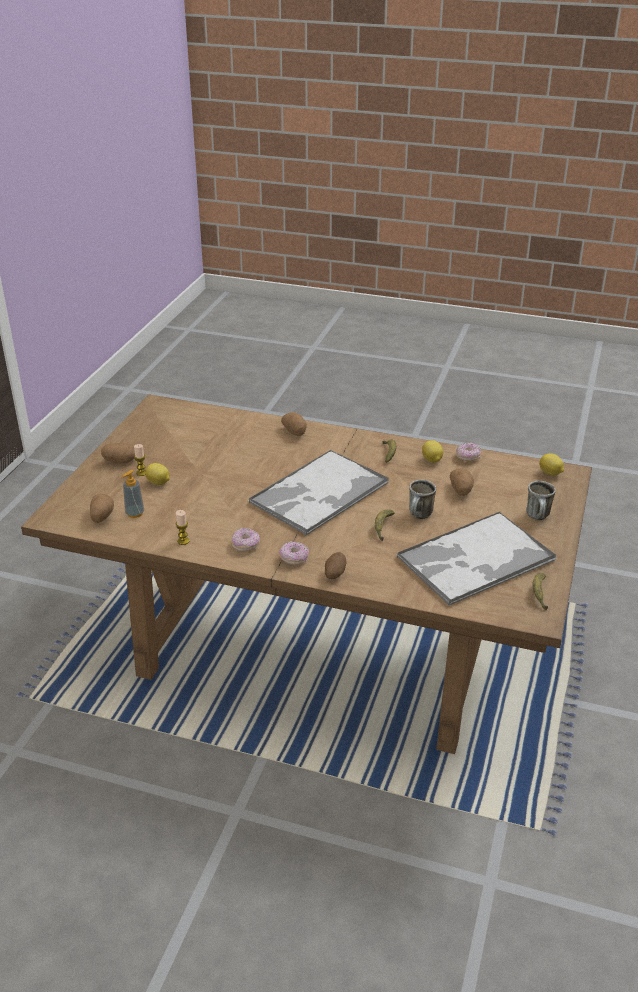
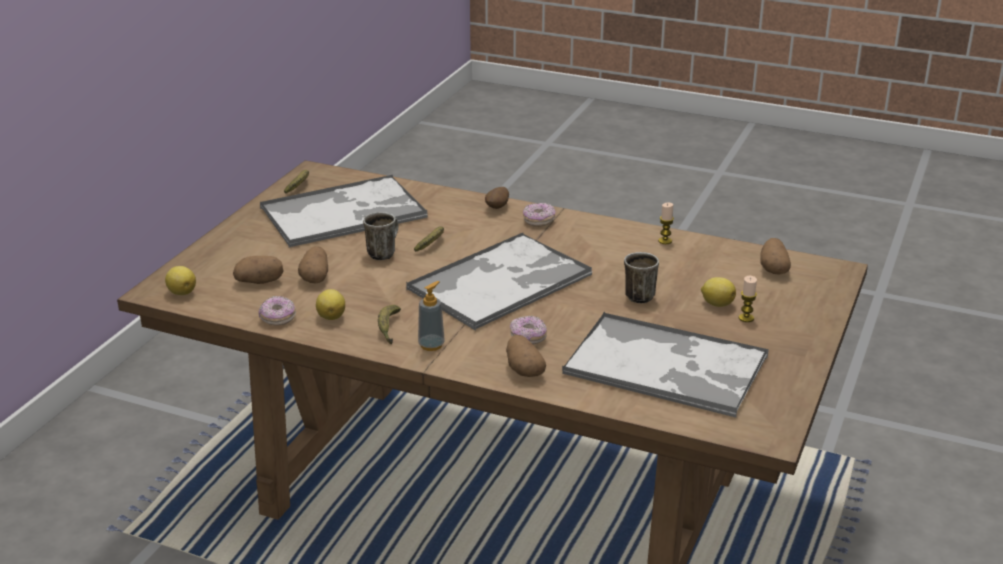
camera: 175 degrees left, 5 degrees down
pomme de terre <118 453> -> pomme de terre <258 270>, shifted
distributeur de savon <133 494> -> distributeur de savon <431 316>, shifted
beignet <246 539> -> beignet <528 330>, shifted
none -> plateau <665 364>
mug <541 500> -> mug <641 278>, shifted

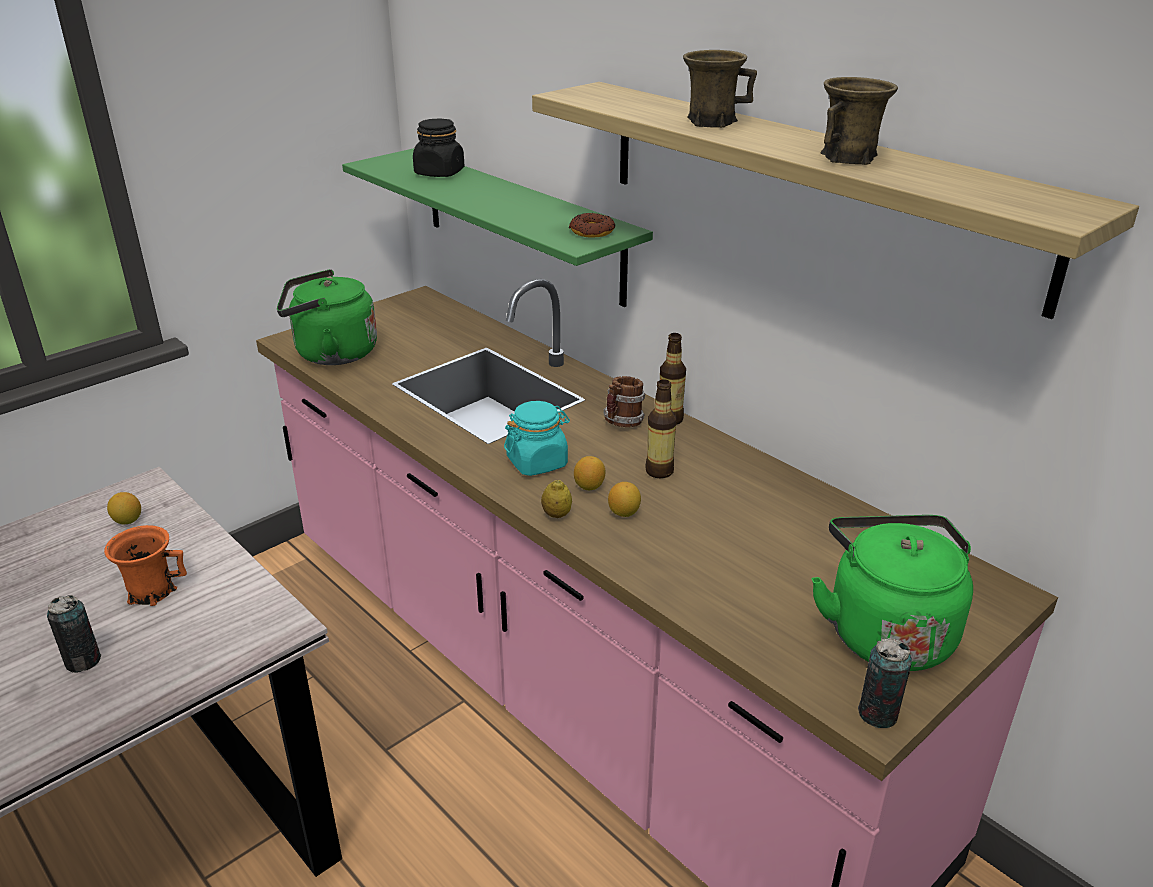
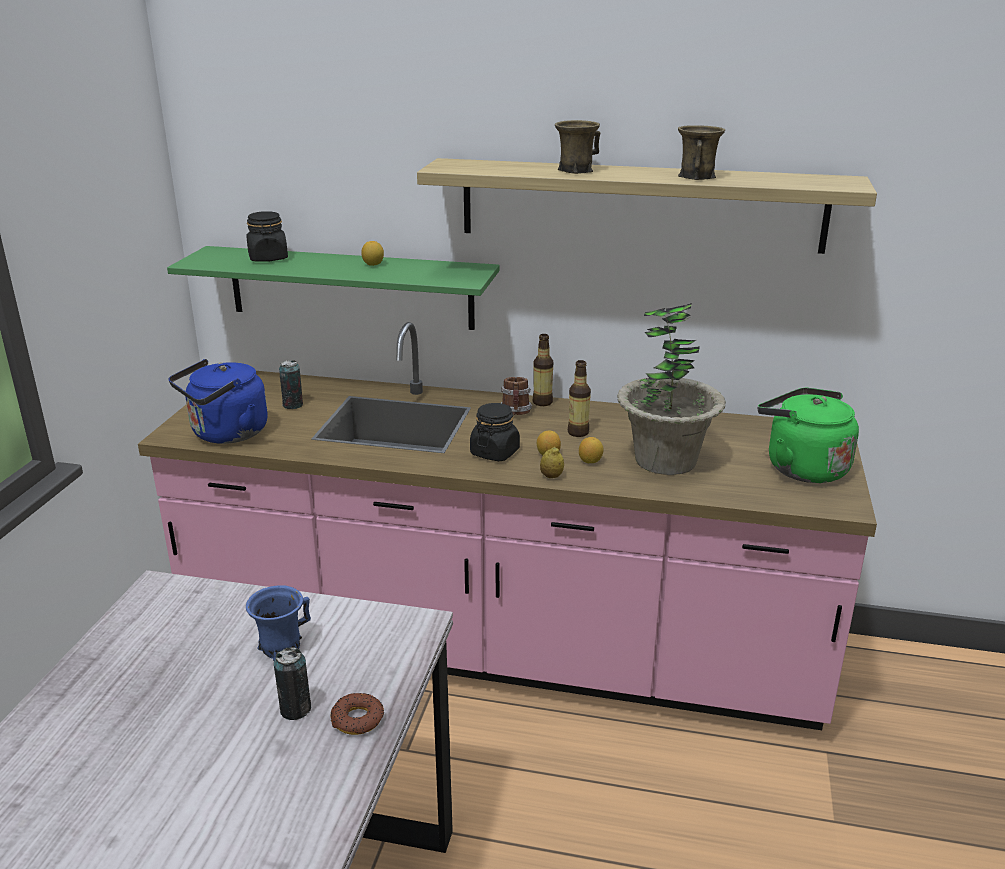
camera: 35 degrees left, 5 degrees down
bouilloire (vert) <327 317> -> bouilloire (bleu) <218 401>
mug (orange) <145 565> -> mug (bleu) <278 623>
boîte métallique <885 683> -> boîte métallique <291 384>, shifted
beignet <592 225> -> beignet <357 714>, shifted
citron <124 508> -> citron <372 253>, shifted
bocal (turquoise) <537 438> -> bocal (noir) <495 432>
none -> plante en pot <671 389>

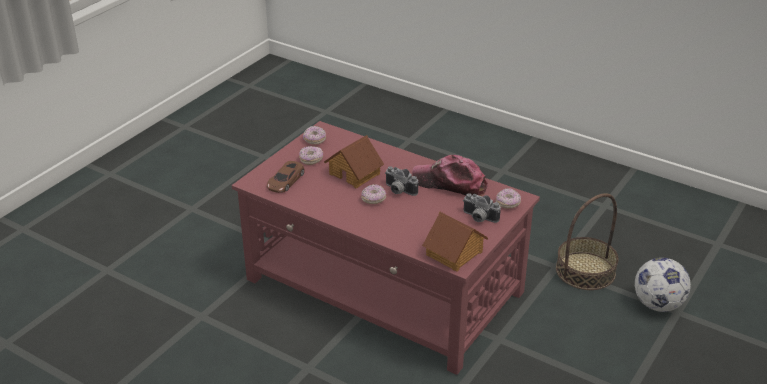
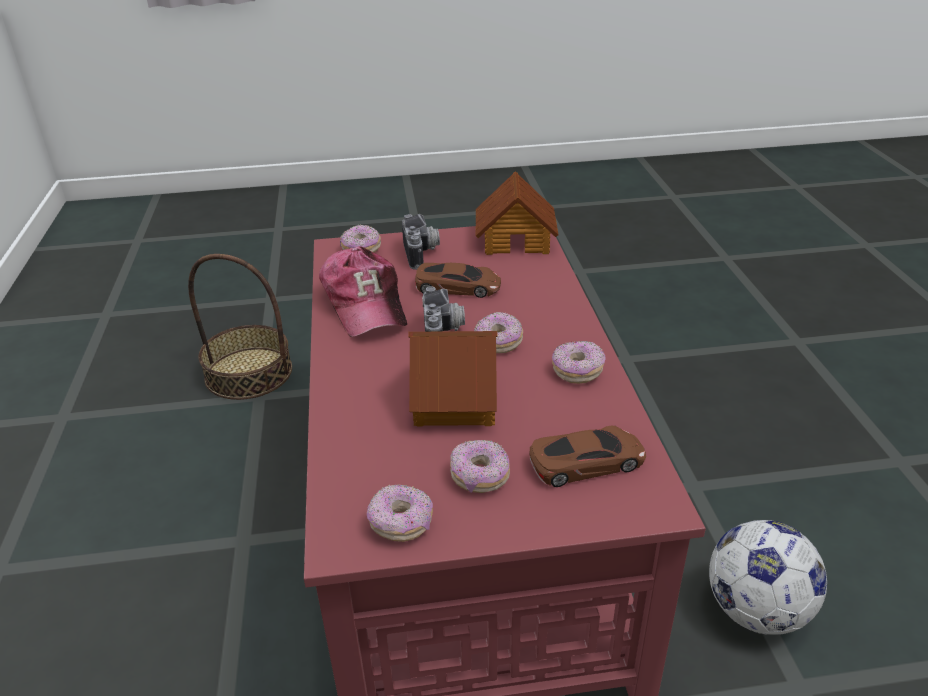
camera: 130 degrees left, 0 degrees up
none -> petite voiture (marron) <458 280>
none -> beignet <579 362>
ballon de foot <663 284> -> ballon de foot <768 577>, shifted

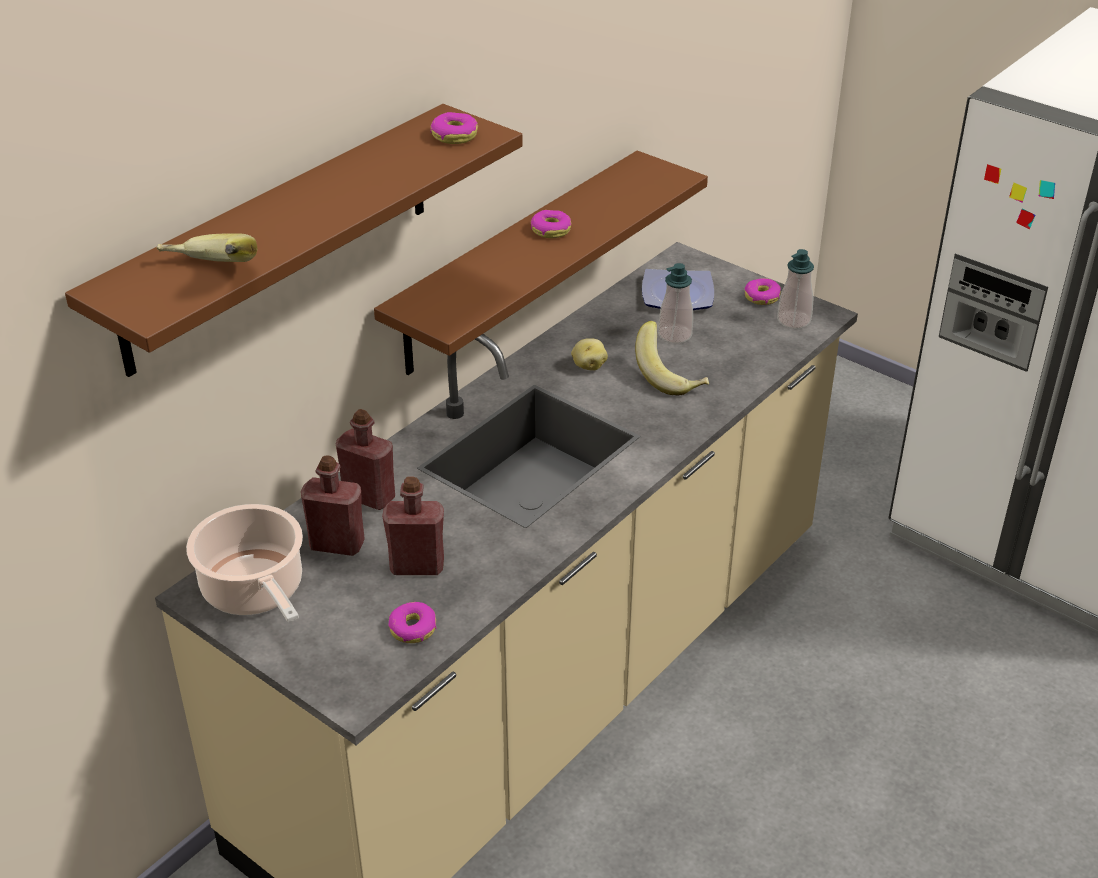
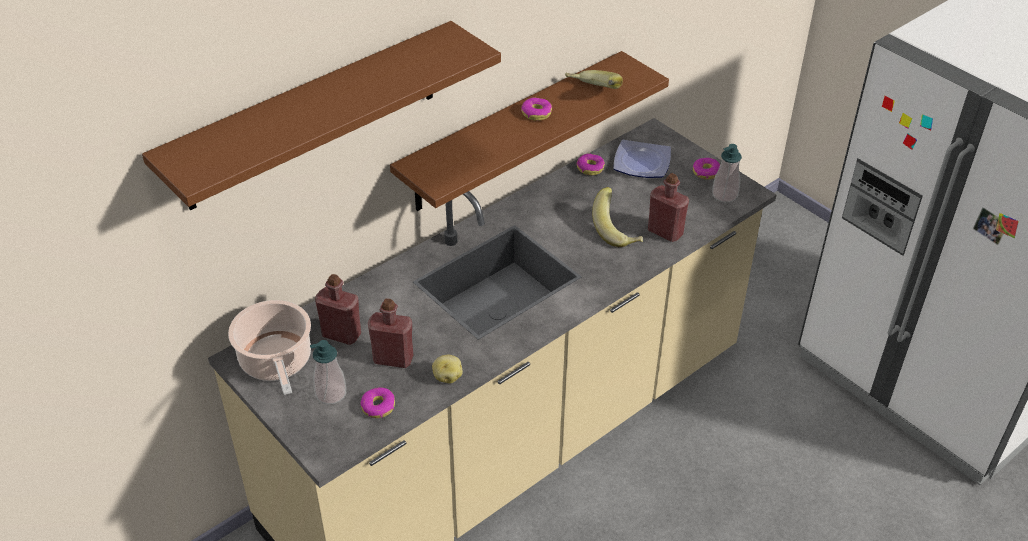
camera: 10 degrees right, 5 degrees up
distributeur de savon <675 303> -> distributeur de savon <328 372>, shifted
pomme de terre <589 354> -> pomme de terre <447 369>, shifted
banane <207 247> -> banane <594 79>, shifted
beignet <454 128> -> beignet <590 164>, shifted
bouteille (rouge) <365 459> -> bouteille (rouge) <668 207>, shifted

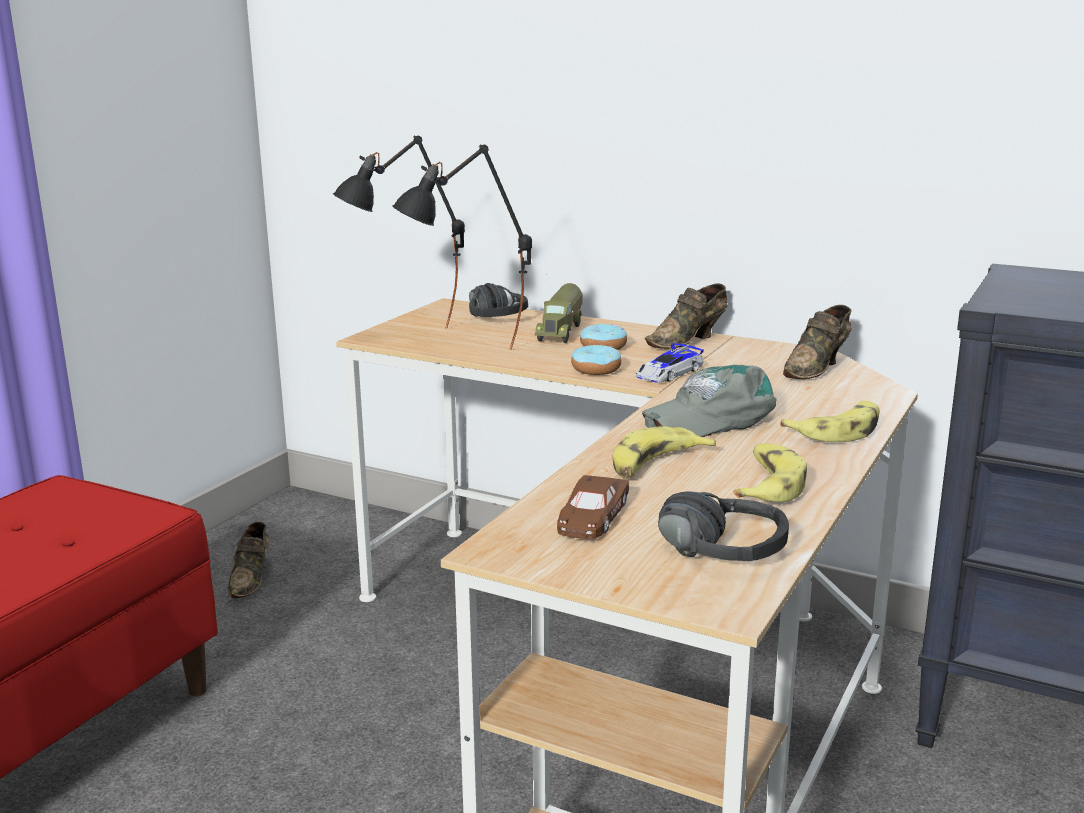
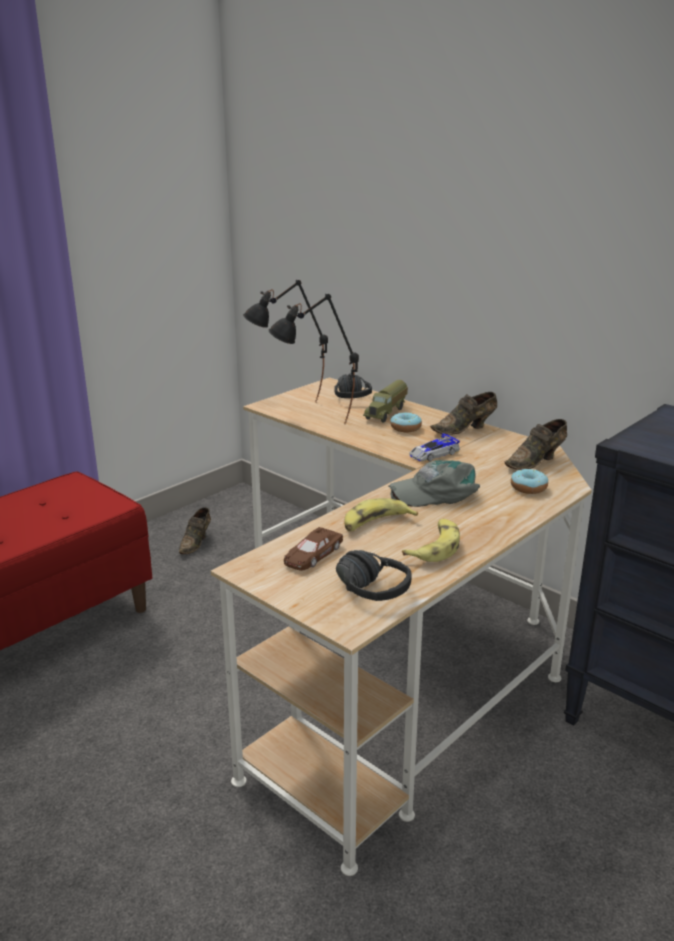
camera: 15 degrees right, 5 degrees up
beignet <596 359> -> beignet <529 481>, shifted
banane <829 421> -> none

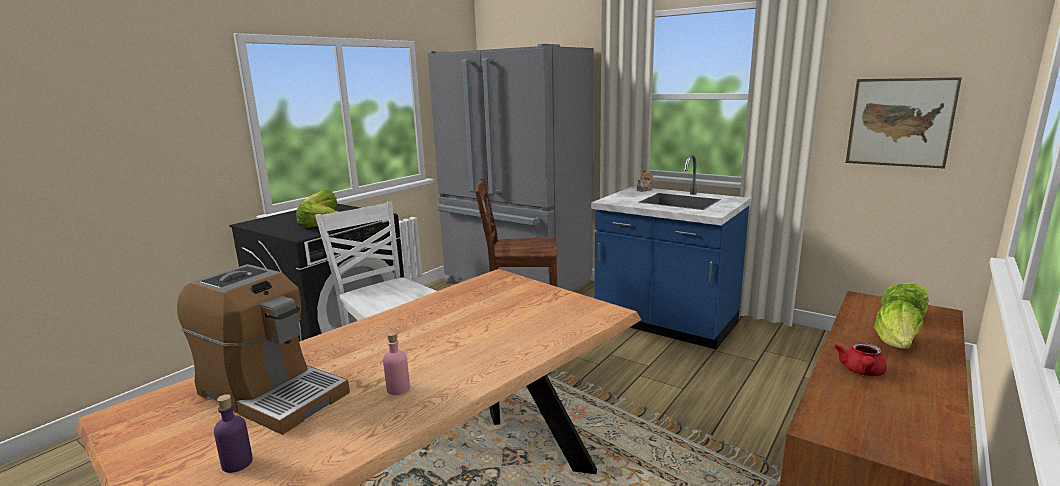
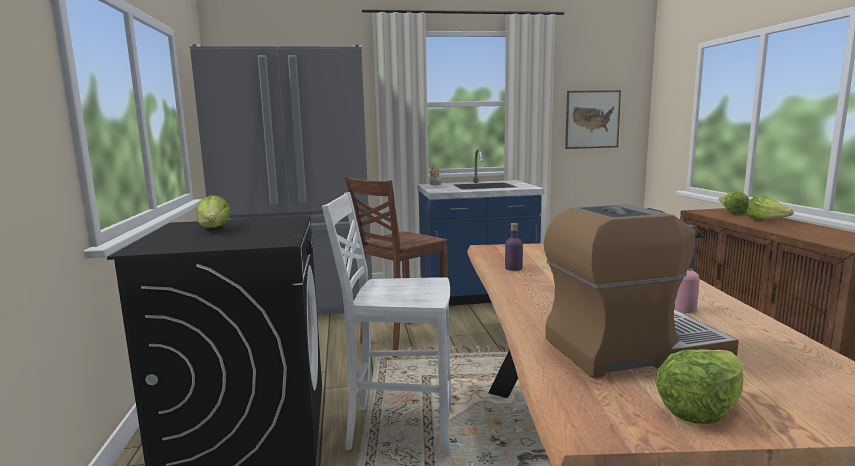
camera: 45 degrees left, 5 degrees down
bouteille (violet) <233 433> -> bouteille (violet) <514 247>, shifted
laitue <317 214> -> laitue <699 386>, shifted
théière (rouge) <860 359> -> none

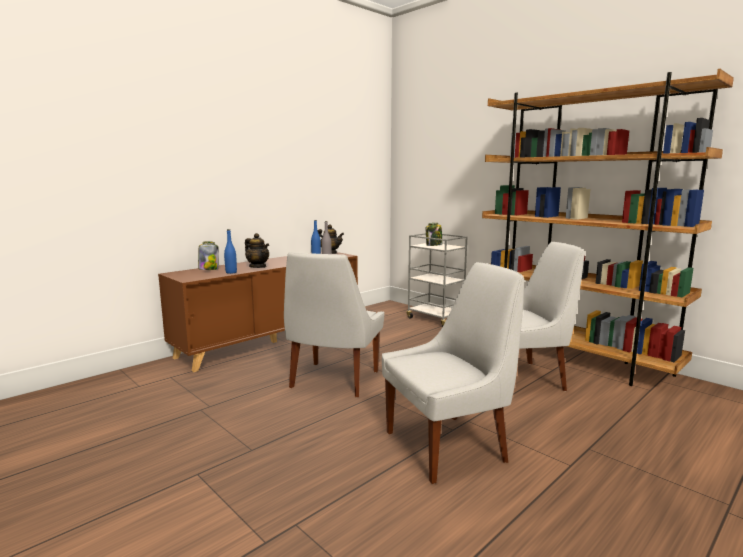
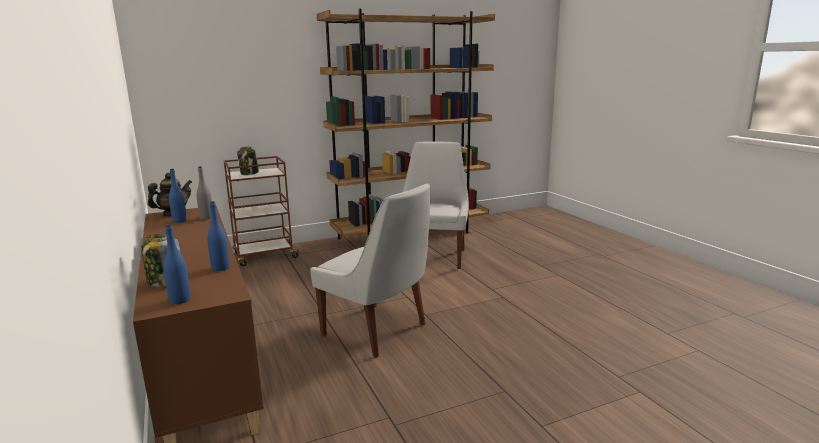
camera: 70 degrees left, 5 degrees up
none -> bouteille (bleu) <176 264>
chariot (gris) <437 280> -> chariot (marron) <262 211>
théière <257 250> -> none
chaise (blanc) <453 373> -> none

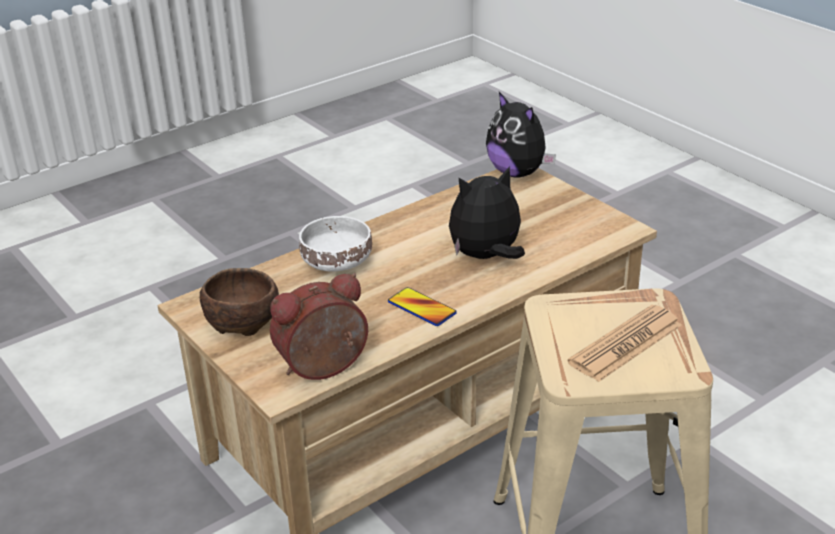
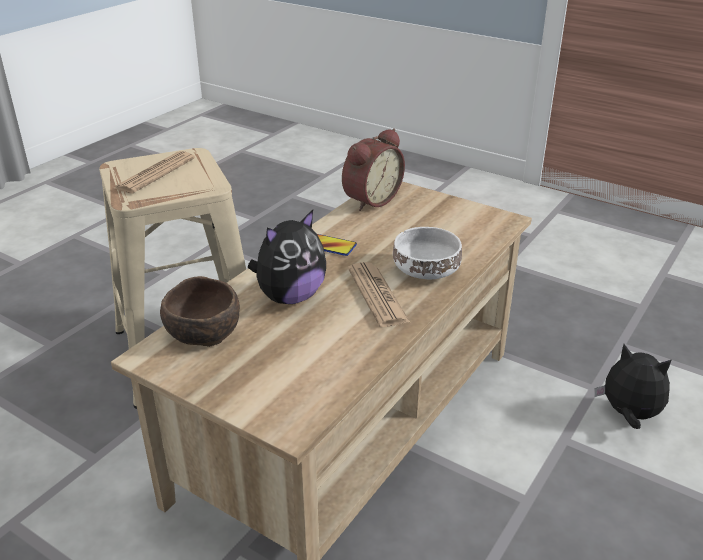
camera: 160 degrees right, 0 degrees up
bol (marron) <239 302> -> bol (marron) <200 311>, shifted
none -> journal <379 294>
peluche <521 135> -> peluche <633 386>, shifted

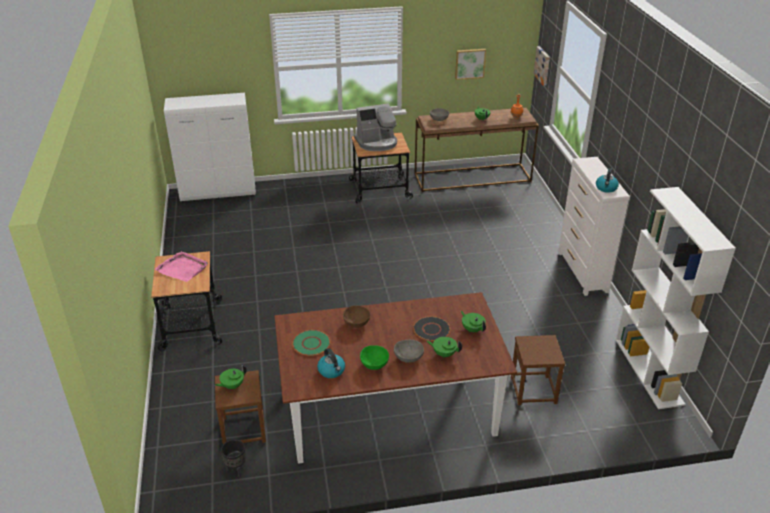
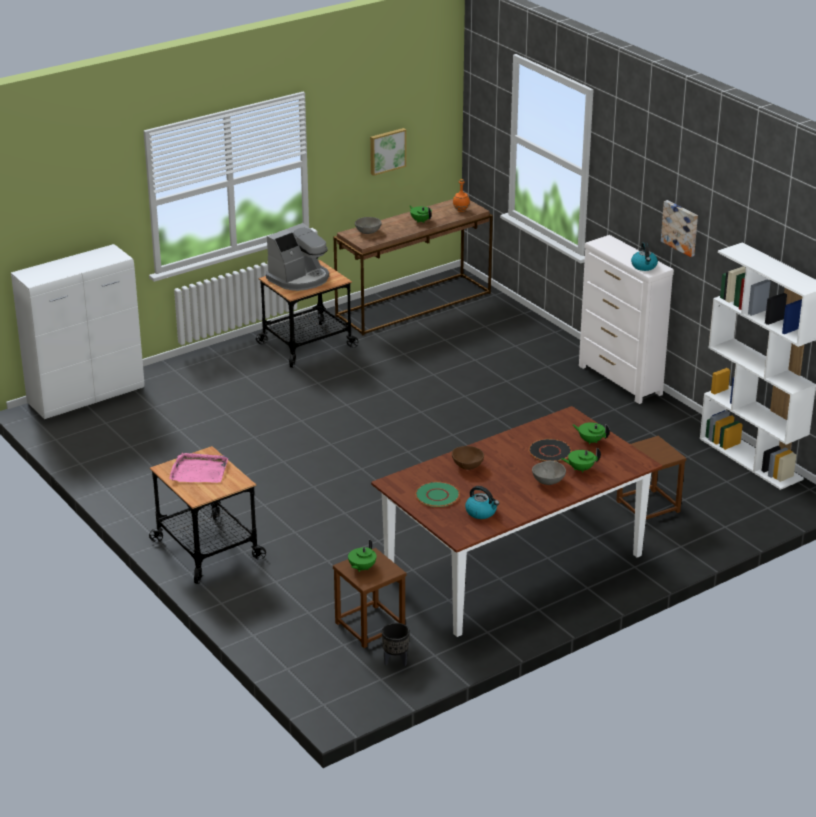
camera: 25 degrees left, 5 degrees down
tableau <541 66> -> tableau <679 228>, shifted
bol (vert) <374 357> -> none

